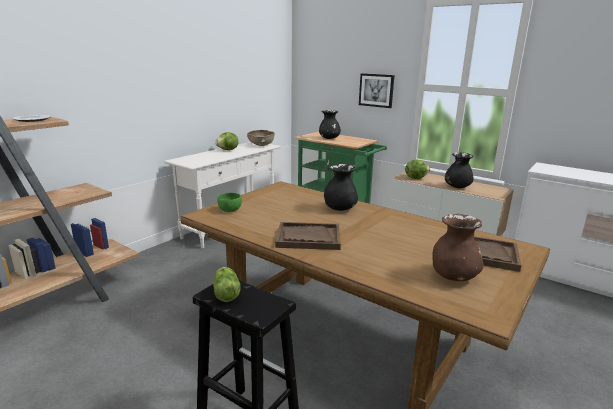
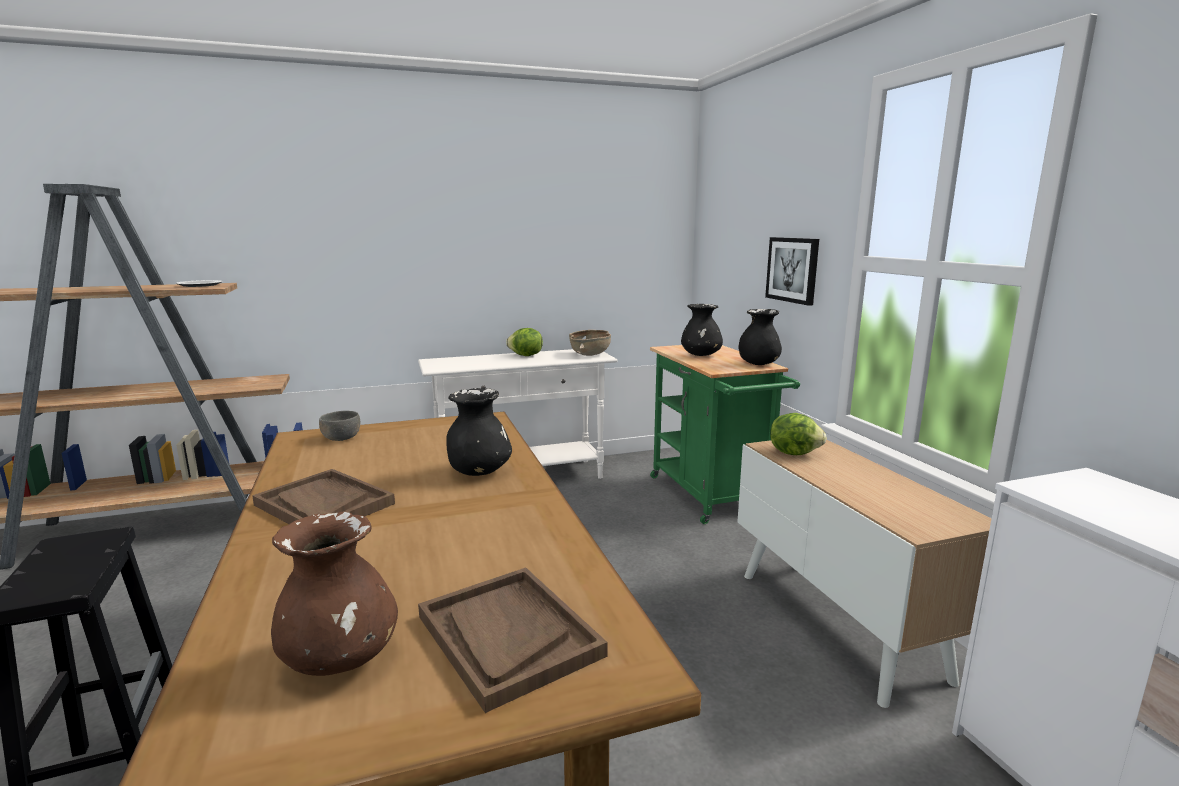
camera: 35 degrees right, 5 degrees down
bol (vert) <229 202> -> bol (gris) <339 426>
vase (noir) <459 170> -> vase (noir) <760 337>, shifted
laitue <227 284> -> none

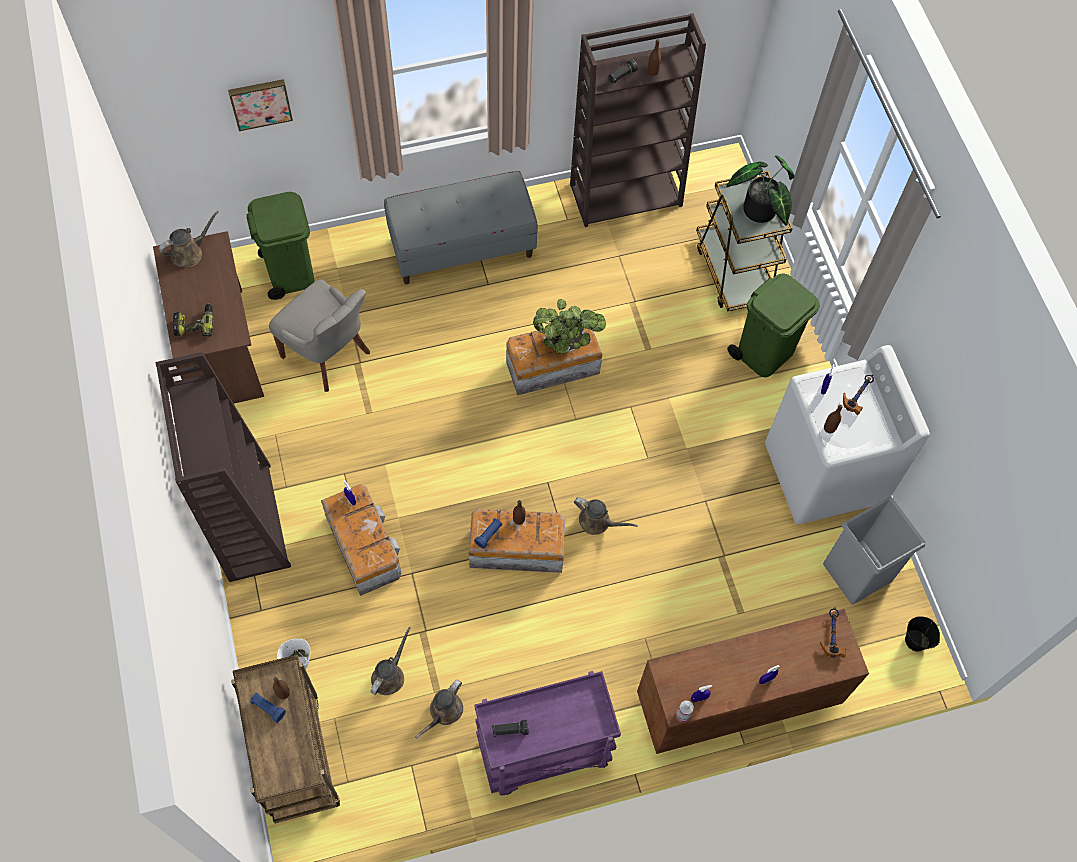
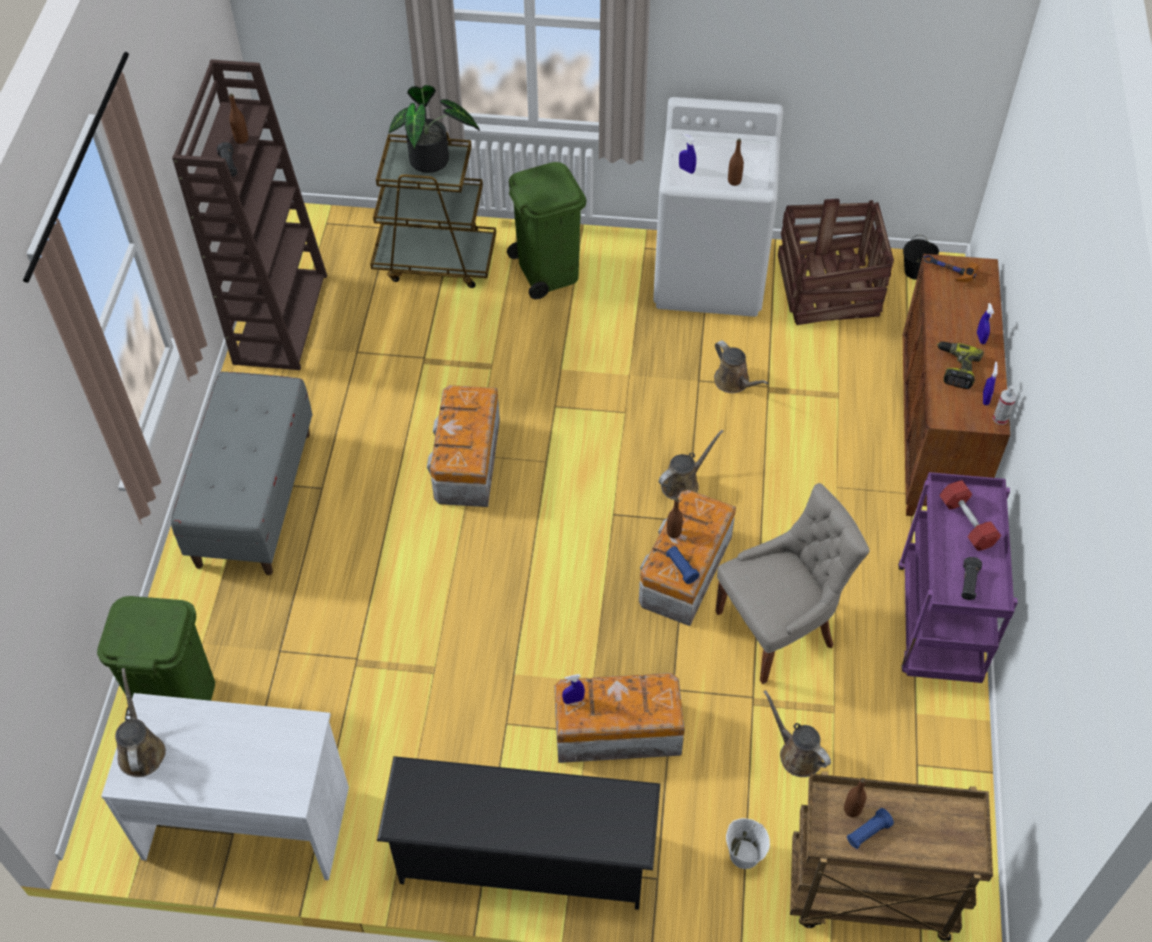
camera: 65 degrees left, 10 degrees down
bureau (marron) <208 317> -> bureau (blanc) <225 786>
bibliothèque (marron) <223 467> -> étagère à chaussures (noir) <518 833>
arrosoir (marron) <439 709> -> arrosoir (marron) <741 366>, shifted
chaise (gris) <319 335> -> chaise (gris) <793 583>, shifted
poubelle (gris) <874 550> -> caisse <836 262>
perceuse <193 320> -> perceuse <960 365>, shifted
none -> haltère (rouge) <970 515>
tableau <260 105> -> none
plante en pot <569 326> -> none
marteau <858 395> -> none

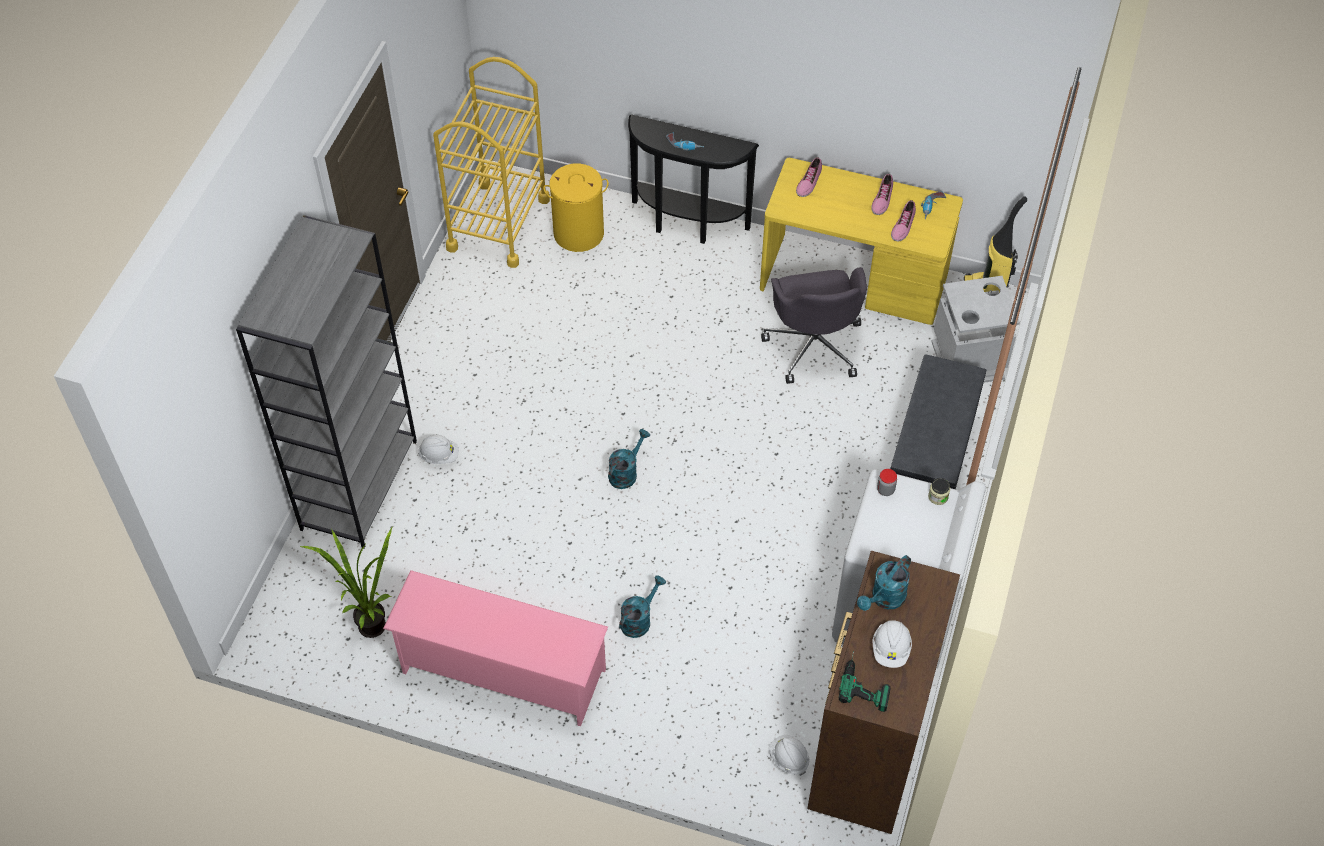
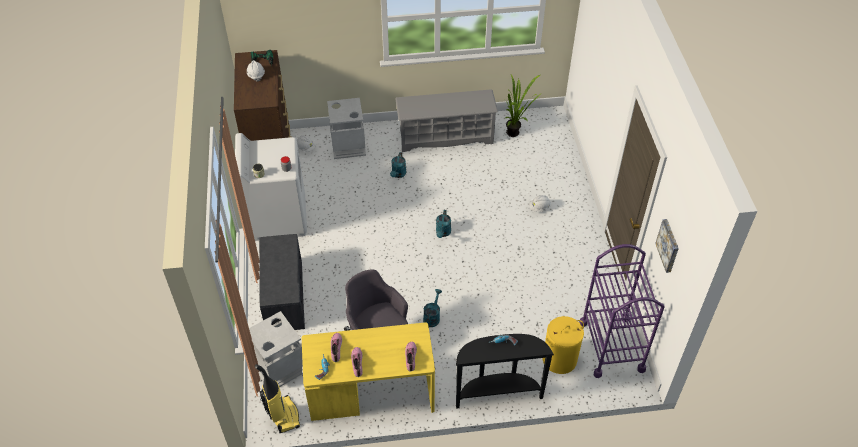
camera: 155 degrees right, 5 degrees down
none -> poubelle (gris) <346 128>
étagère à chaussures (rose) <495 648> -> étagère à chaussures (gris) <446 120>
arrosoir (turquoise) <884 583> -> arrosoir (turquoise) <432 308>, shifted
chariot (jaune) <491 162> -> chariot (violet) <622 311>
none -> tableau <667 246>
bibliothèque (gris) <326 382> -> none

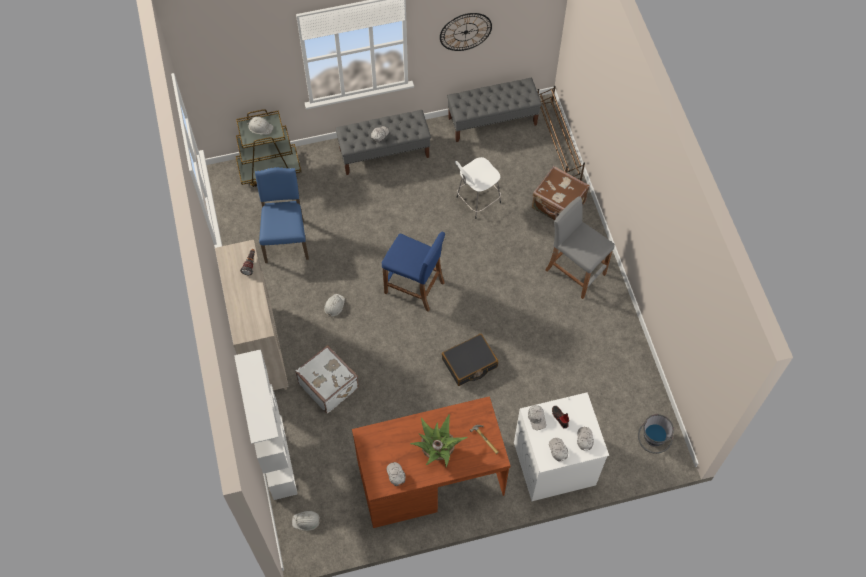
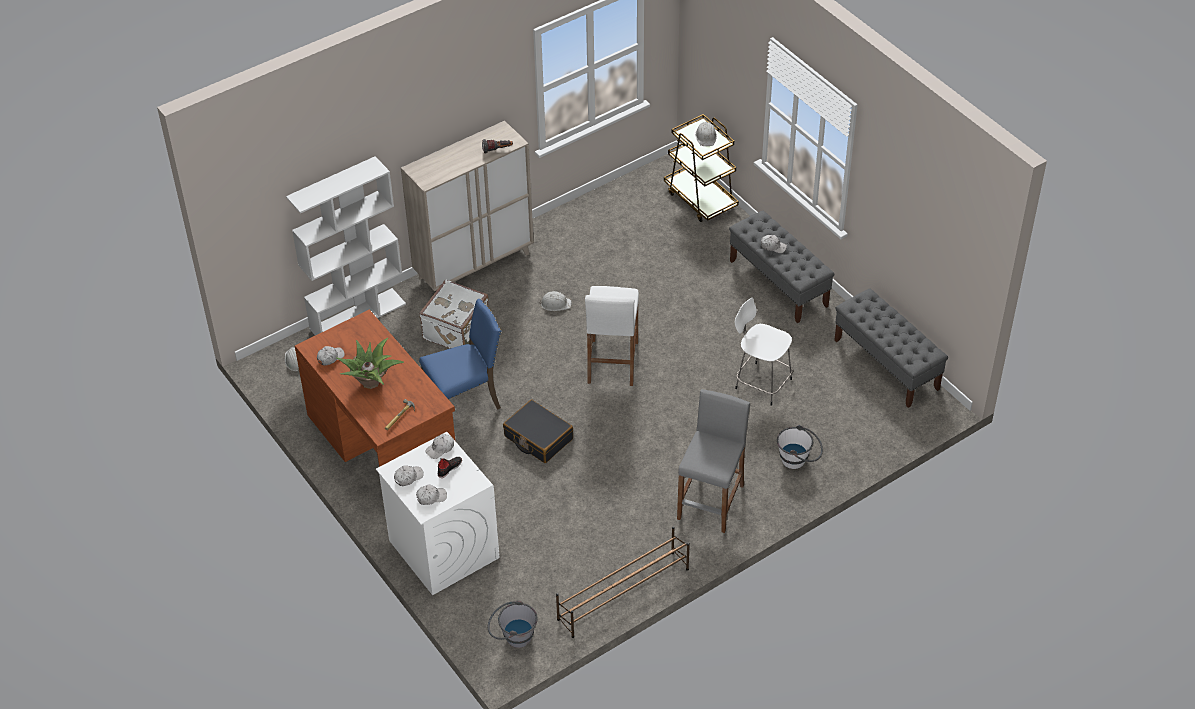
camera: 70 degrees right, 15 degrees down
chaise (bleu) <282 215> -> chaise (bleu) <460 354>, shifted
étagère à chaussures (marron) <561 133> -> étagère à chaussures (marron) <623 582>, shifted
tabouret (bleu) <413 272> -> tabouret (blanc) <612 336>
valise (marron) <561 193> -> seau (blanc) <800 447>
horloge murale <466 32> -> none

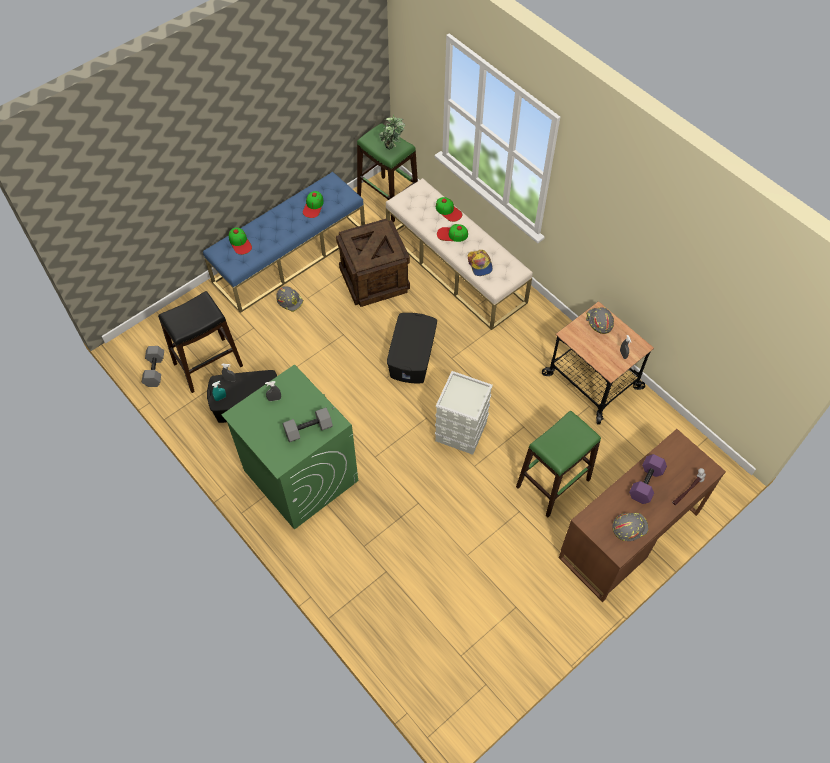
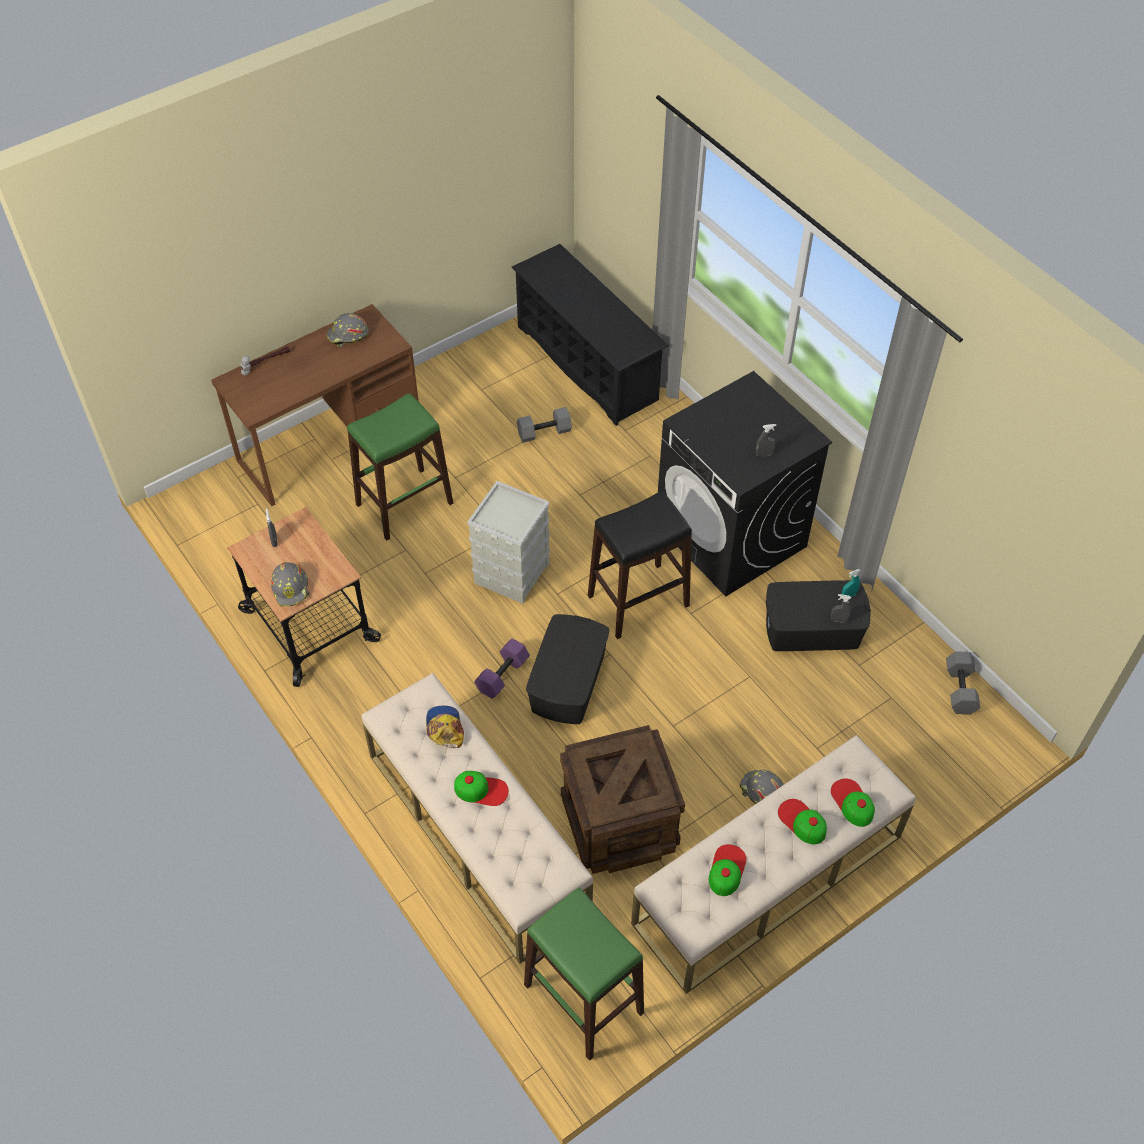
camera: 175 degrees left, 5 degrees down
haltère (violet) <648 479> -> haltère (violet) <502 669>, shifted
none -> étagère à chaussures (noir) <590 335>
haltère (gris) <308 425> -> haltère (gris) <544 425>, shifted
tabouret (noir) <200 342> -> tabouret (noir) <640 565>, shifted
banc (bleu) <284 242> -> banc (beige) <773 864>
lave-linge (vert) <290 447> -> lave-linge (noir) <745 483>
casquette <449 209> -> casquette <802 821>, shifted
plante en pot <392 132> -> none

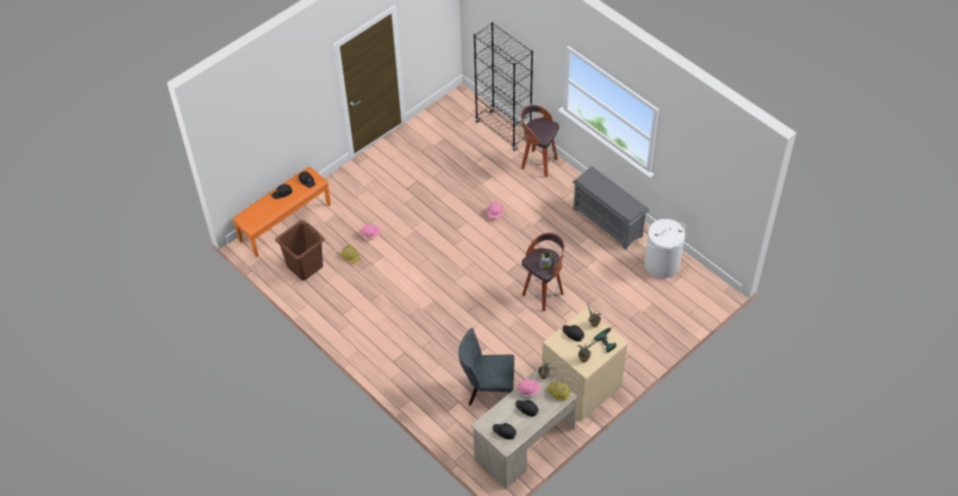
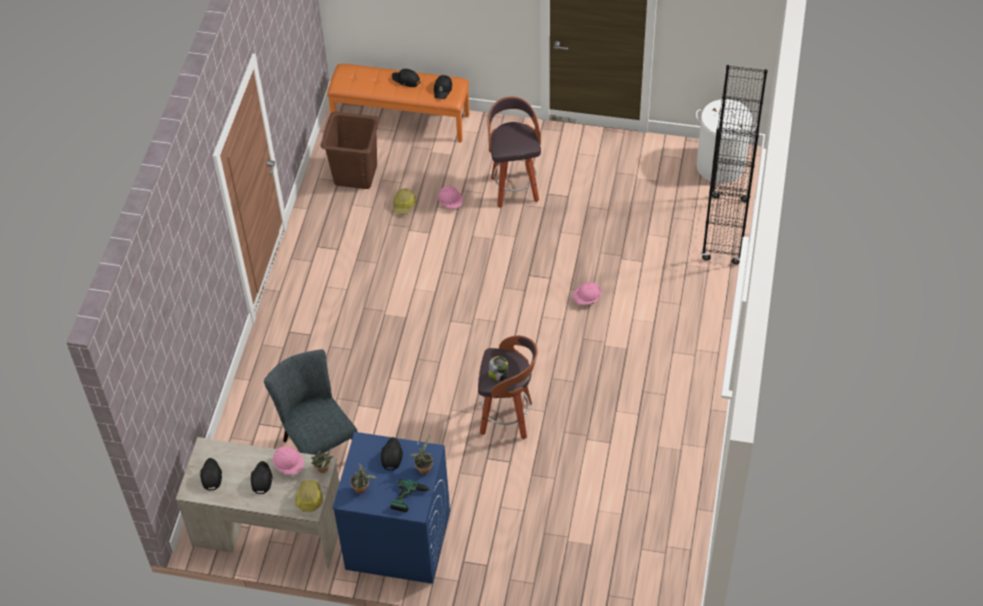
camera: 55 degrees right, 0 degrees up
lave-linge (beige) <585 364> -> lave-linge (bleu) <391 508>
tabouret <540 141> -> tabouret <514 152>, shifted
panier à linge (blanc) <665 248> -> panier à linge (blanc) <726 141>, shifted
étagère à chaussures (gris) <610 208> -> none

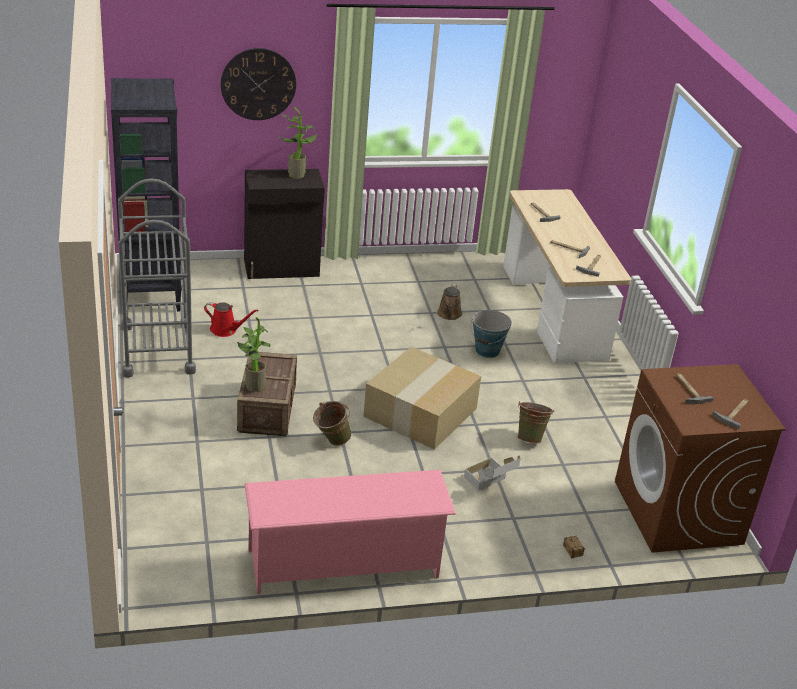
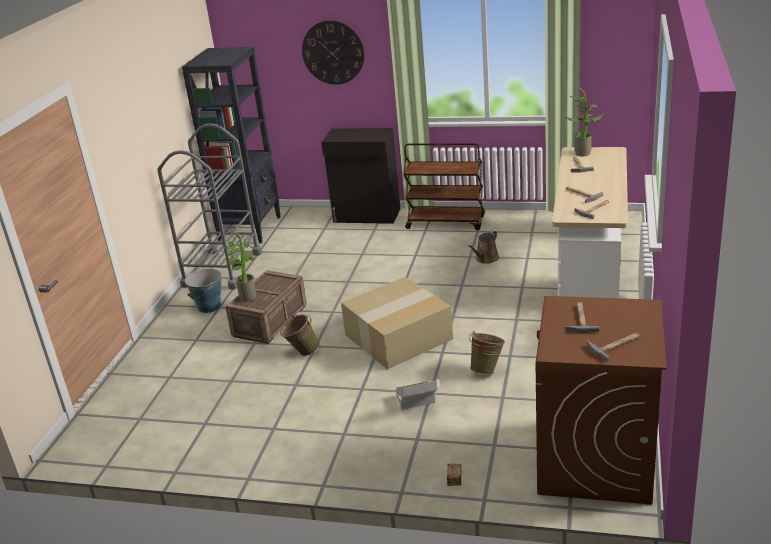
camera: 30 degrees right, 5 degrees down
seau <491 334> -> seau <203 291>, shifted
none -> chariot (marron) <444 186>
plante en pot <298 143> -> plante en pot <584 121>, shifted
arrosoir (rouge) <231 319> -> none
étagère à chaussures (rose) <350 532> -> none

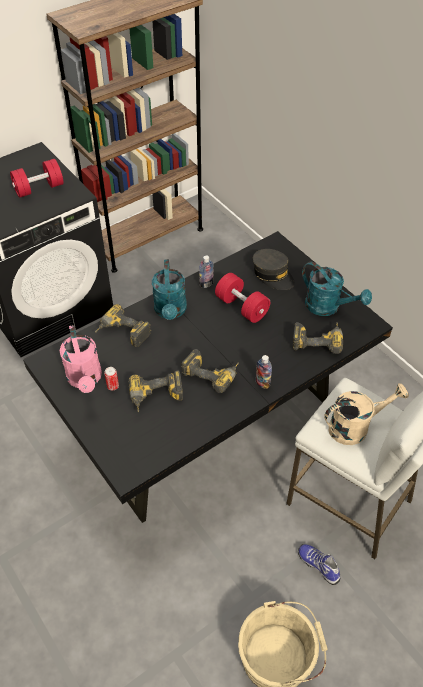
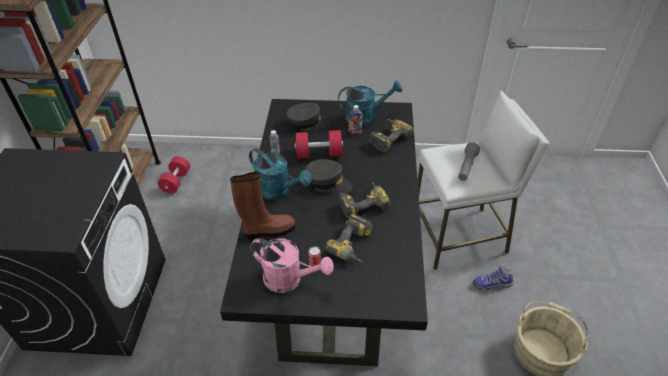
camera: 50 degrees left, 5 degrees down
haltère (rouge) <37 178> -> haltère (rouge) <174 175>, shifted
perceuse <123 325> -> botte (marron) <262 205>
none -> casquette (gris) <329 177>
bouteille <264 372> -> bouteille <355 120>, shifted
arrosoir (beige) <366 414> -> lampe de poche (gris) <469 161>

